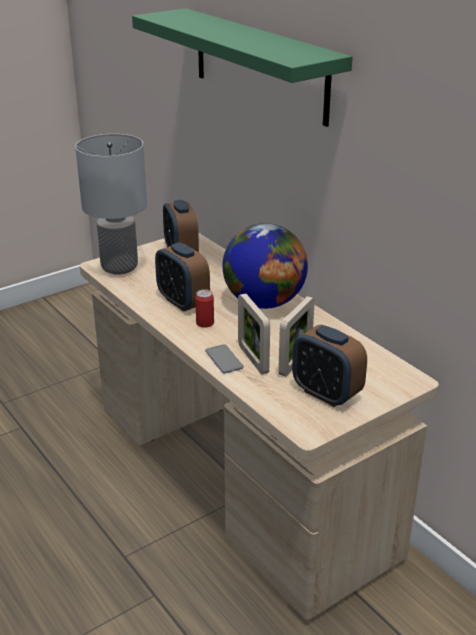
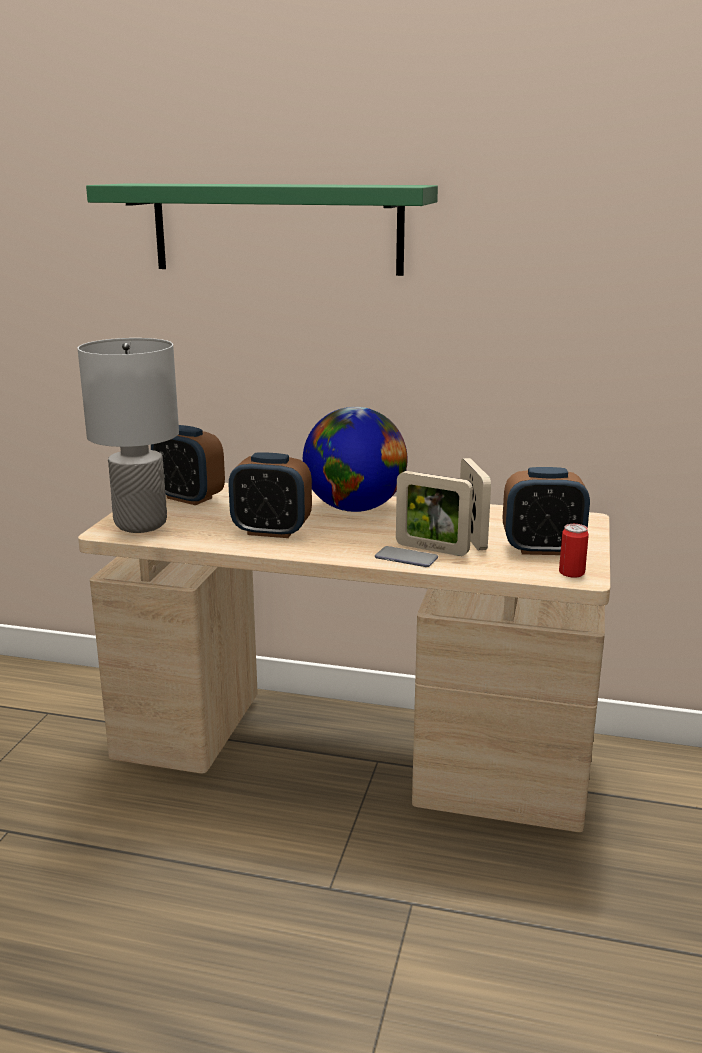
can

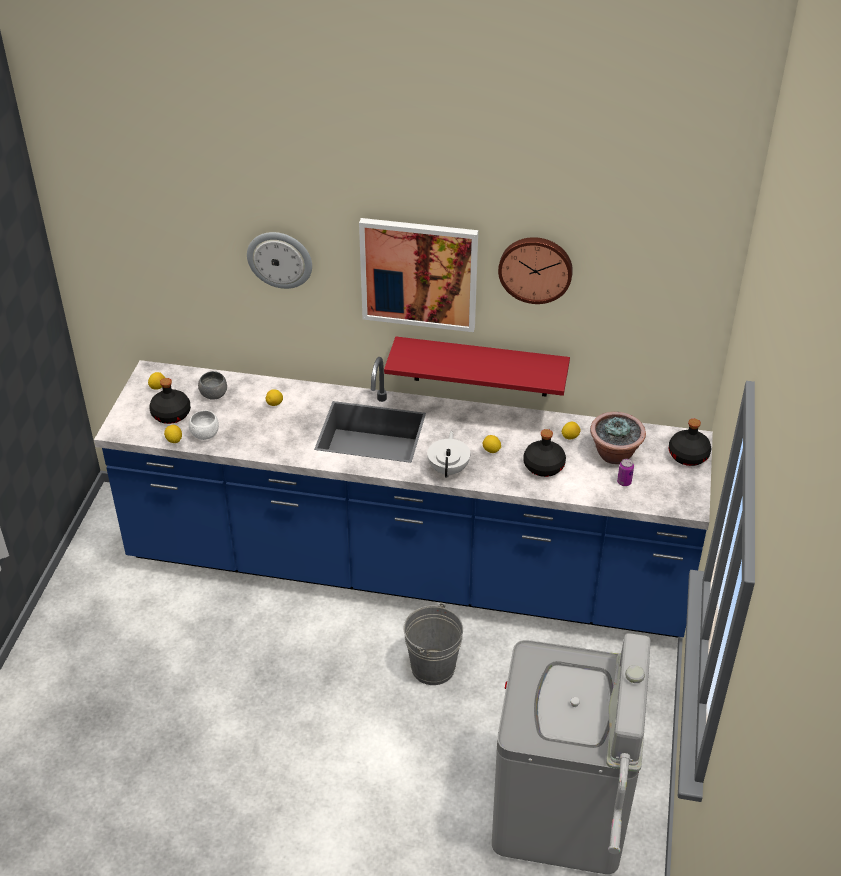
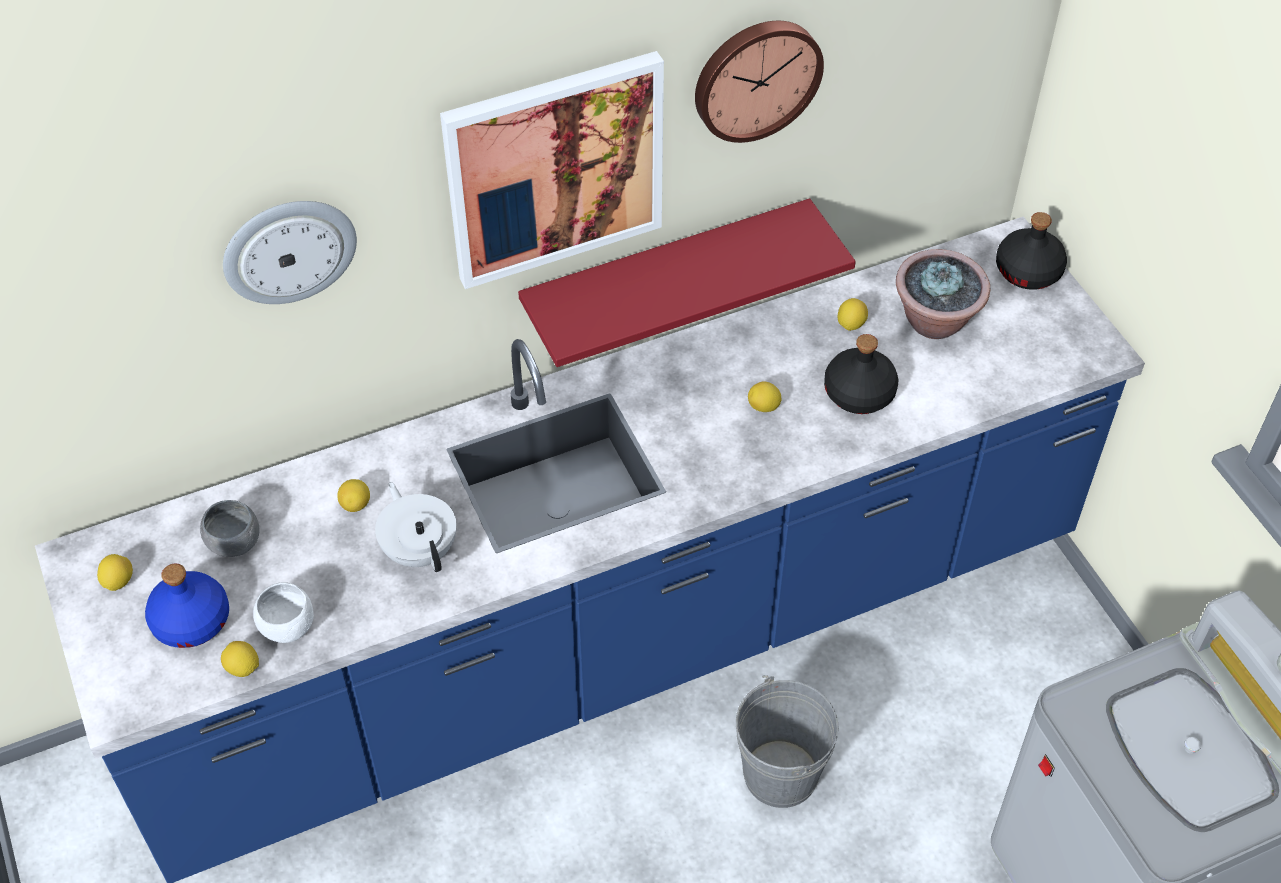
bottle in blue
teapot in white
can

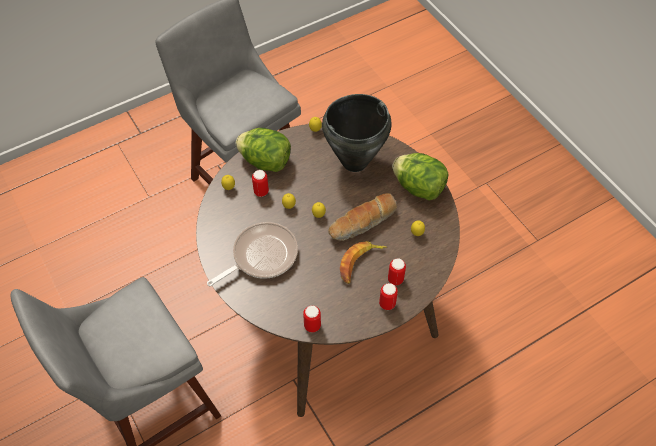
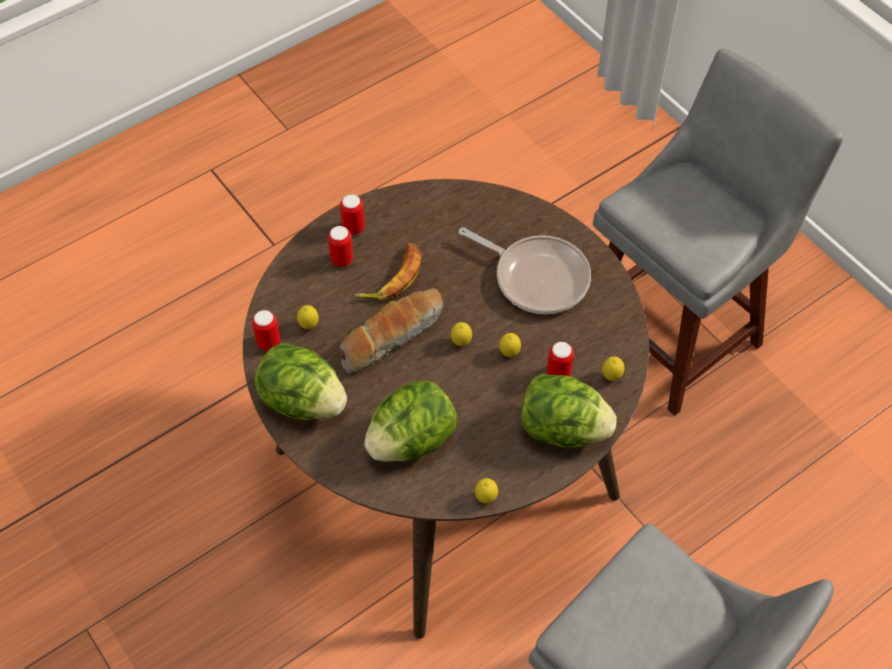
can (1st from left)
lettuce (2nd from left)
frying pan

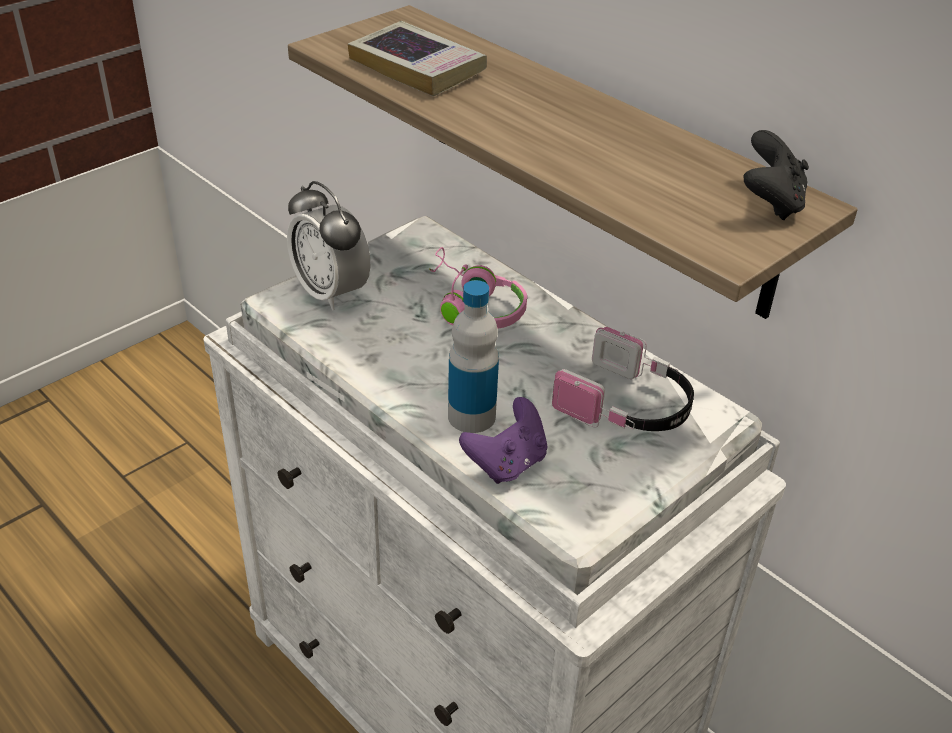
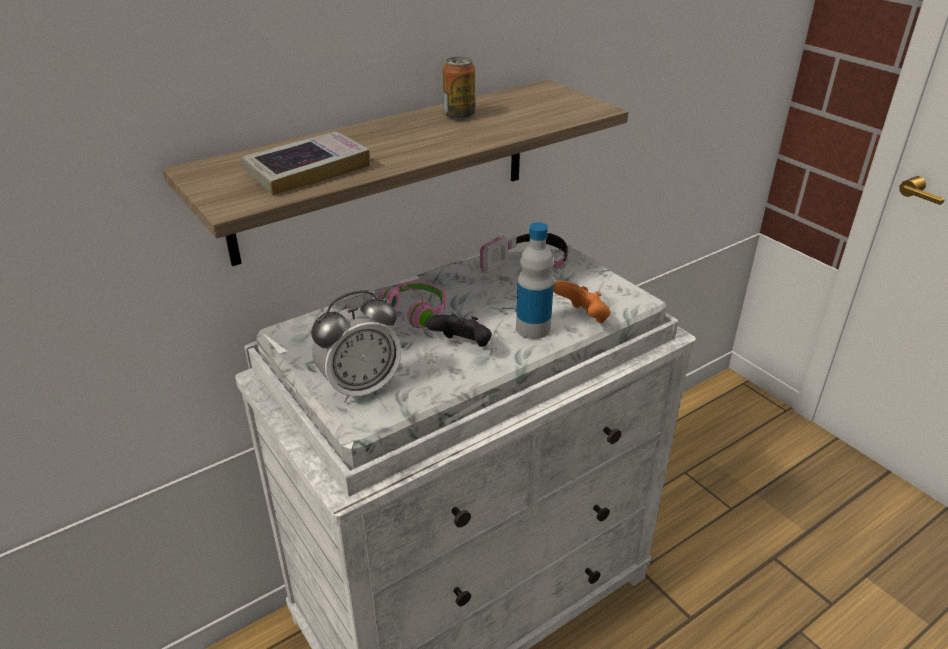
game controller in black
can
game controller in orange

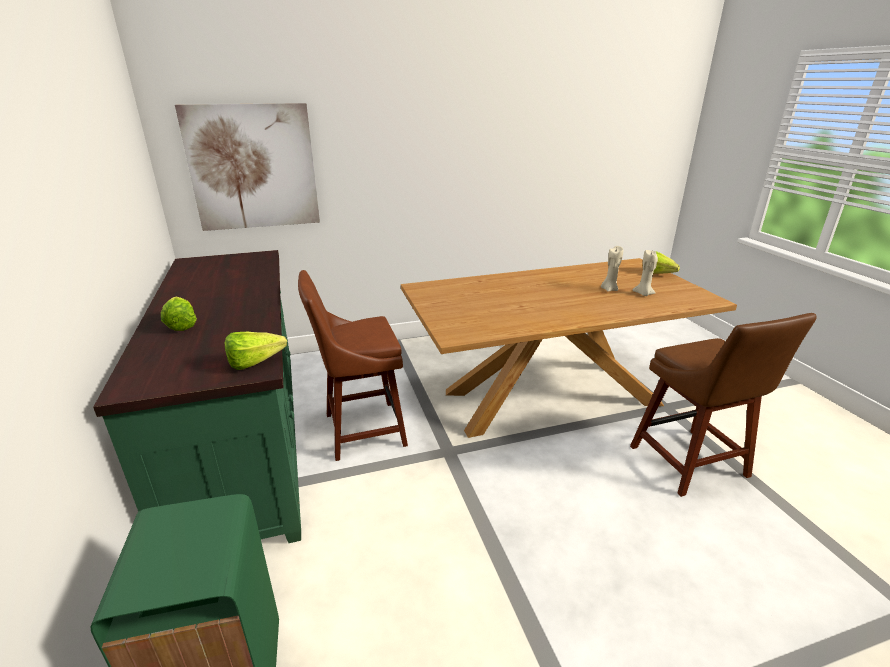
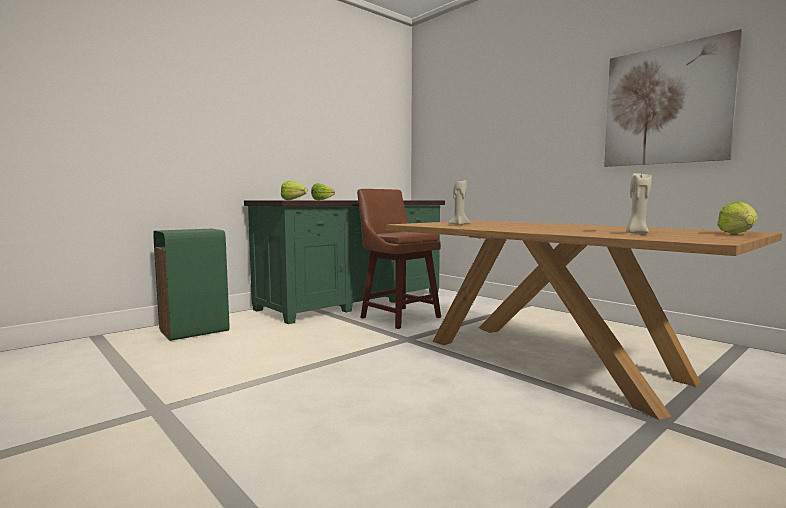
candle in beige (1st from left)
picture
chair in brown (2nd from left in the first image)

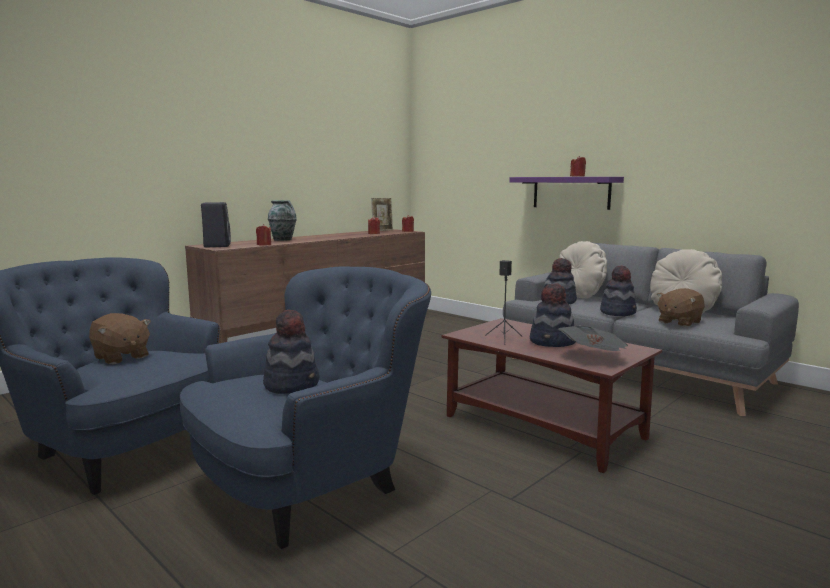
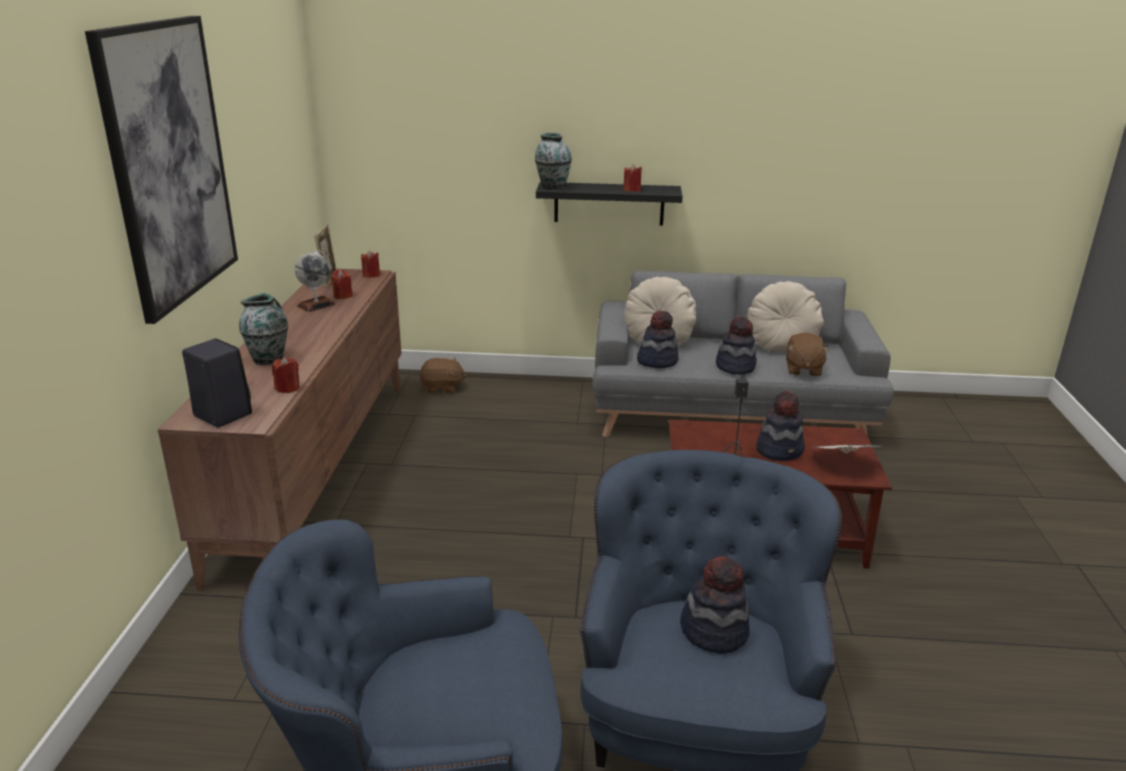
picture
globe
plush toy in brown (1st from left)
vase (2nd from left)
shelf in black

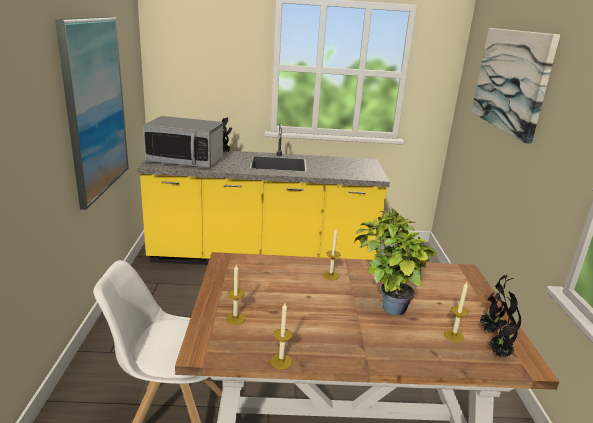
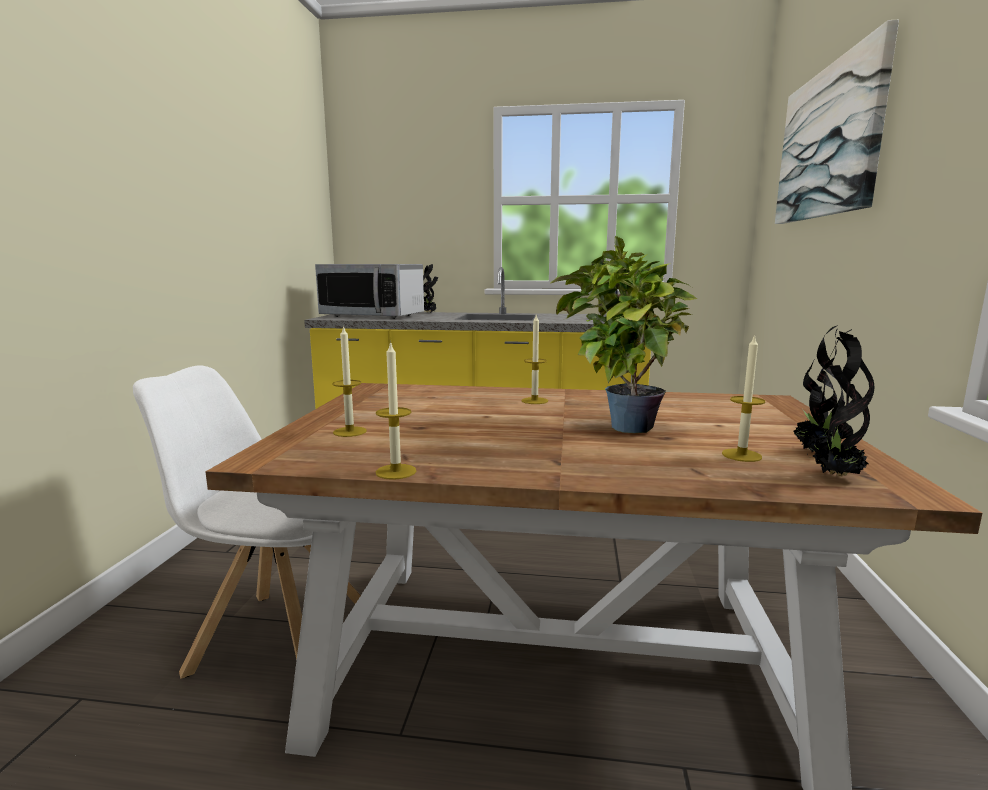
picture (1st from left in the first image)

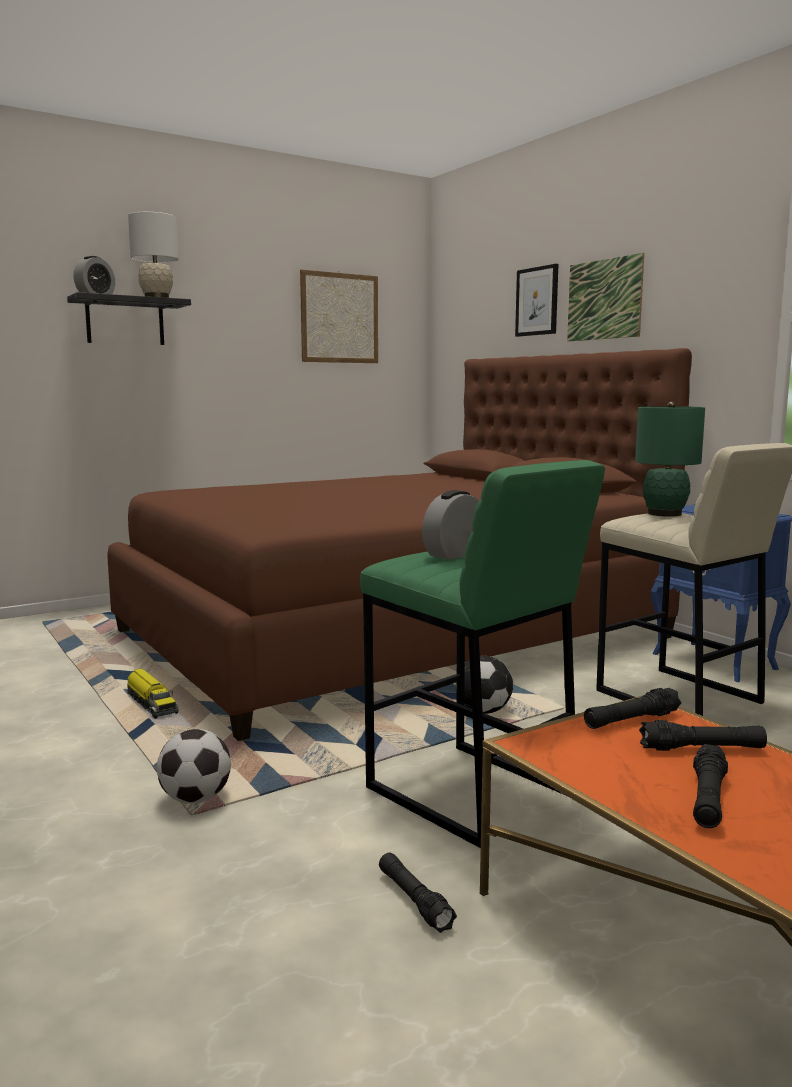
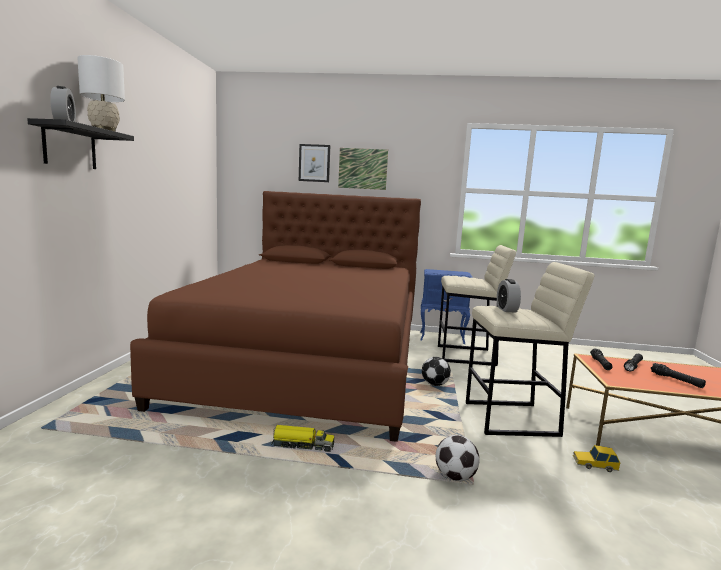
stool in beige (2nd from left)
toy car
picture (1st from left in the first image)
table lamp in green

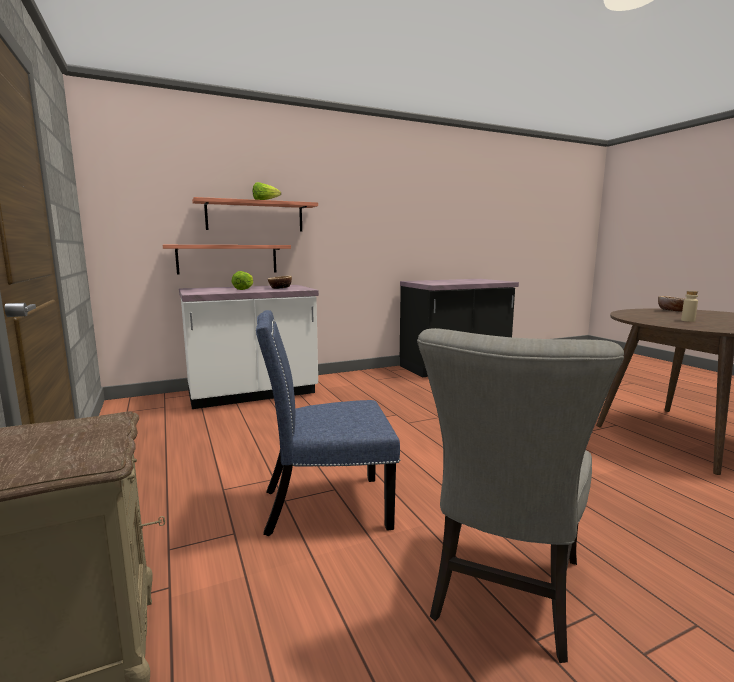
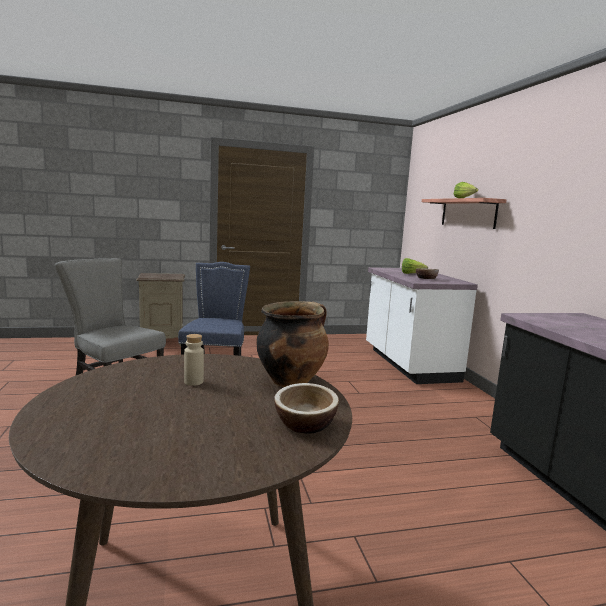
cooking pot
shelf (1st from left in the first image)

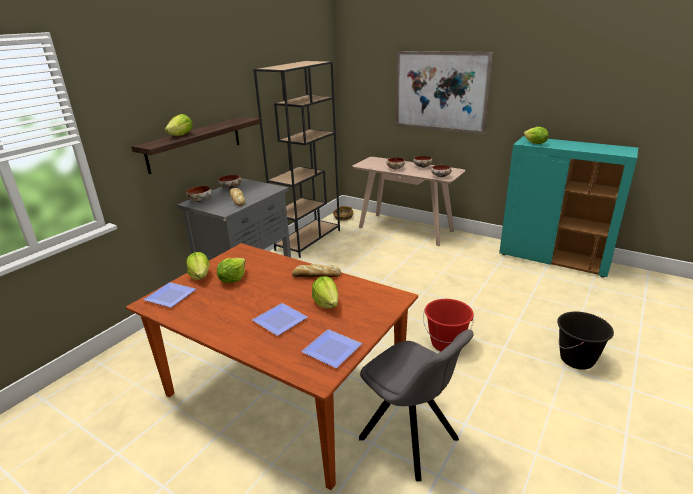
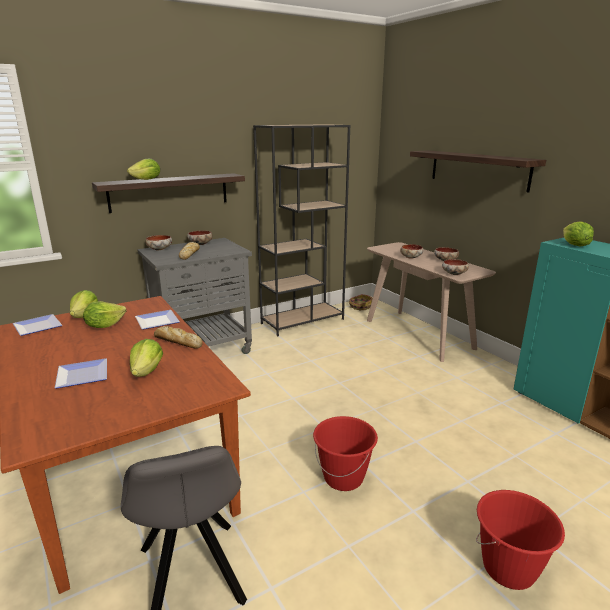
plate (3rd from left)
shelf (2nd from left)
bucket in red (2nd from left)

